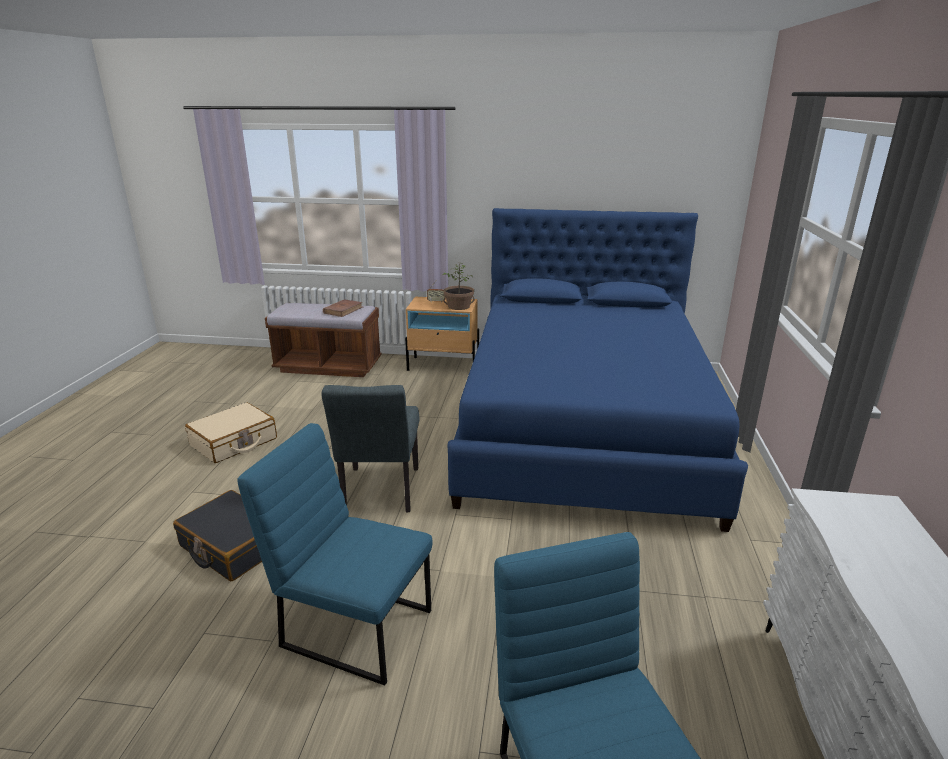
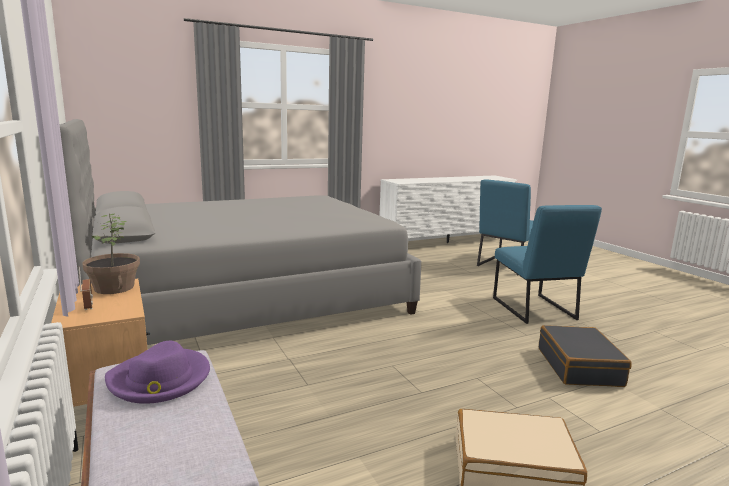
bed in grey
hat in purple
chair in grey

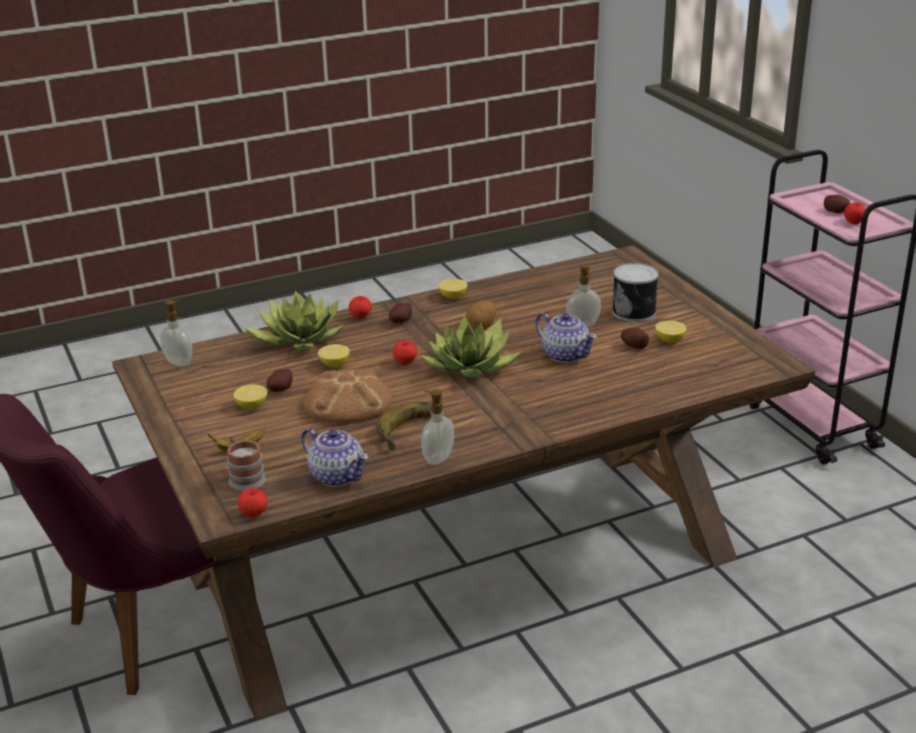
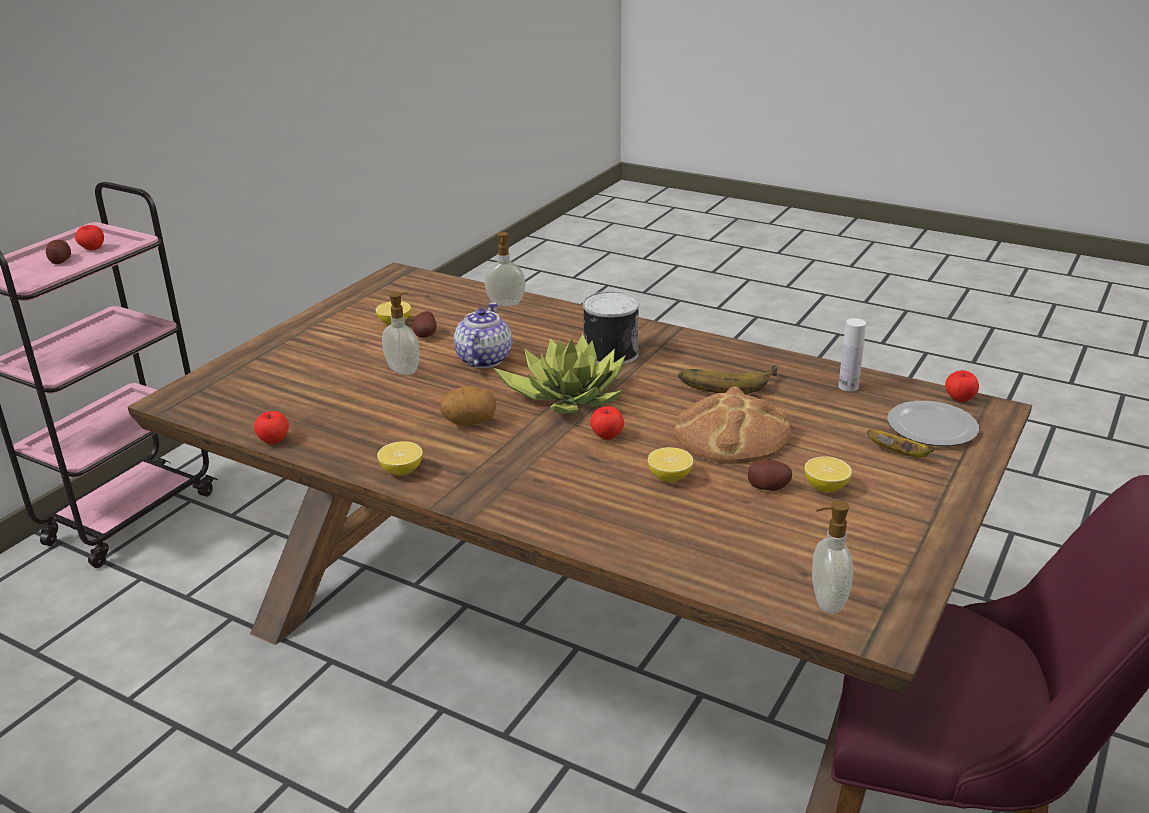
apple (2nd from left)
soap dispenser (2nd from left)
can
bottle in white
plate
potted plant (1st from left in the first image)
potato (2nd from left in the first image)

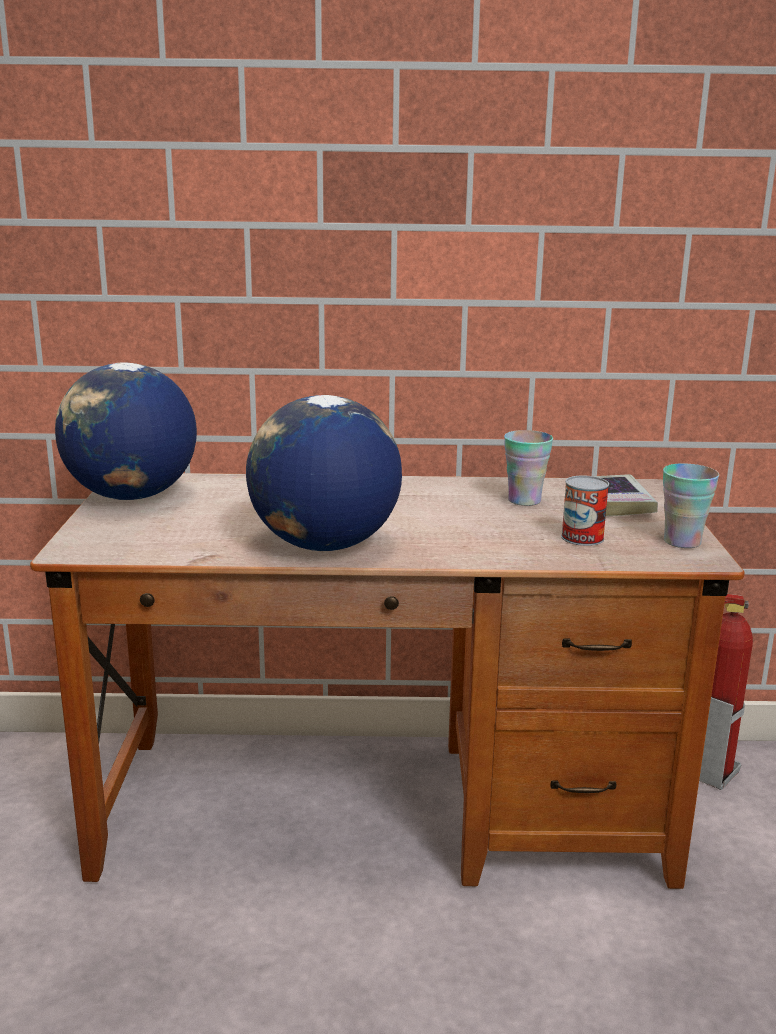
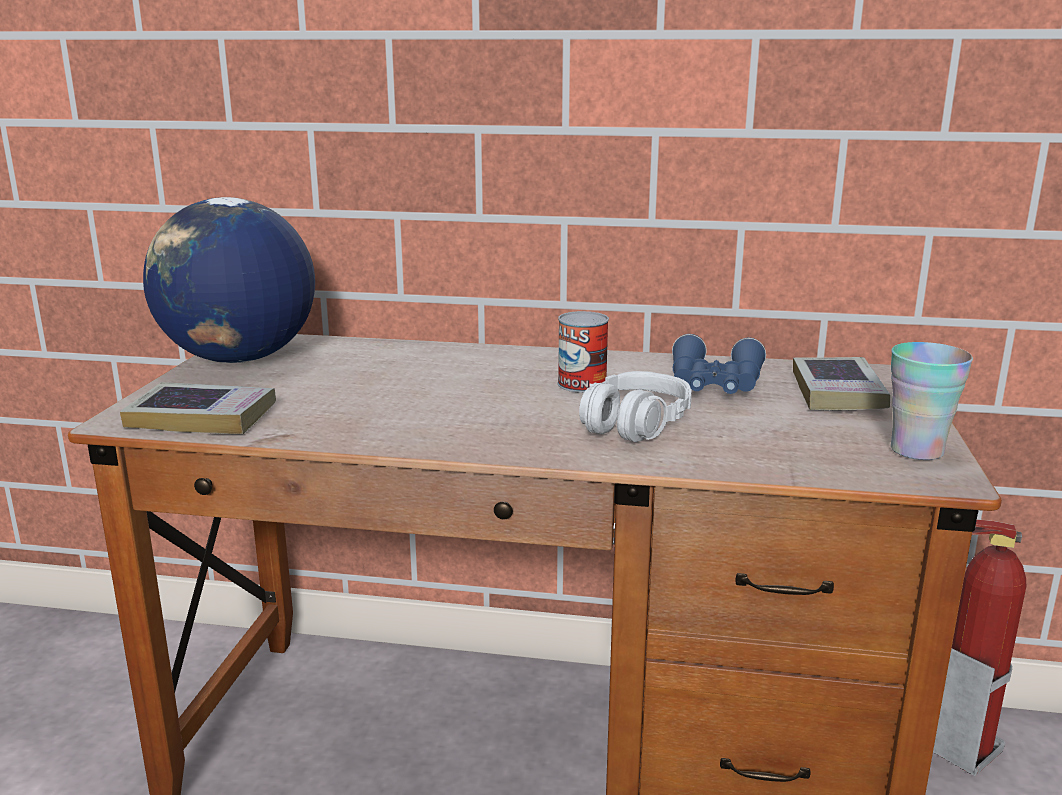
book (1st from left)
can
headphones in grey
binoculars in blue
globe (2nd from left in the first image)

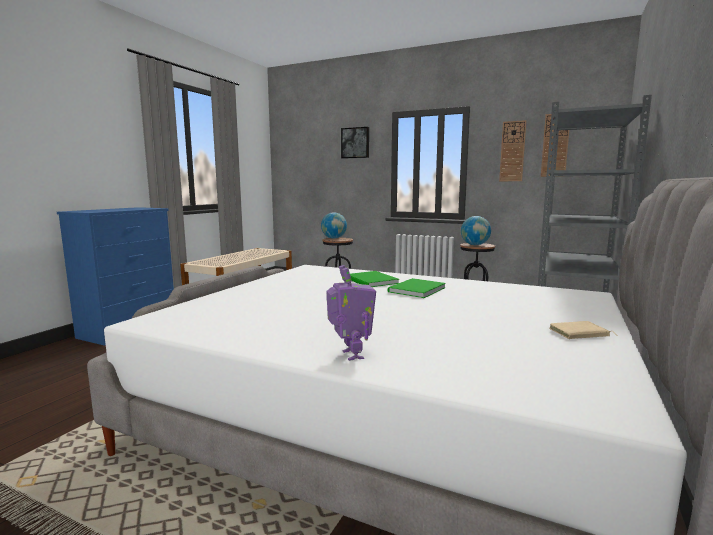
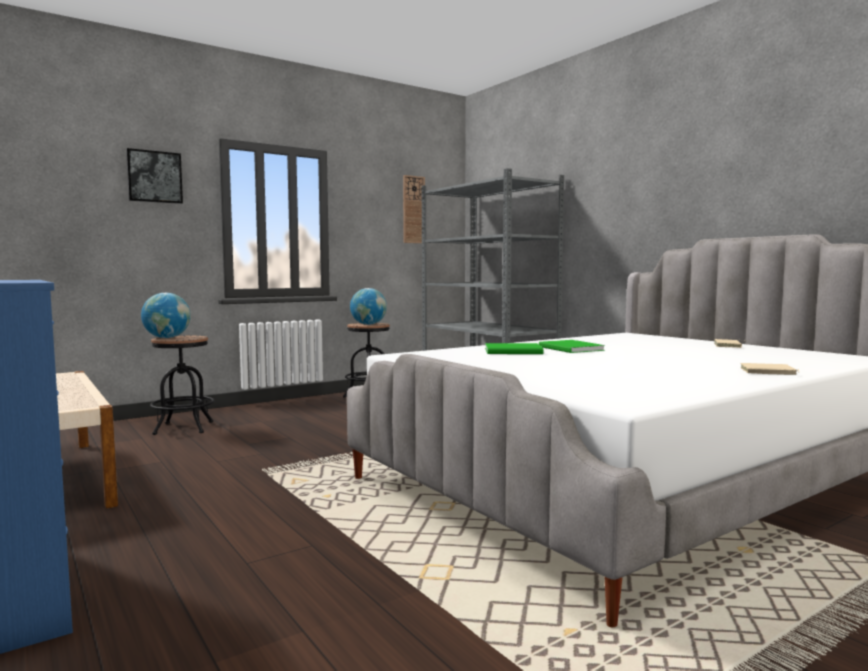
book in beige (2nd from left)
wall clock (1st from left in the first image)

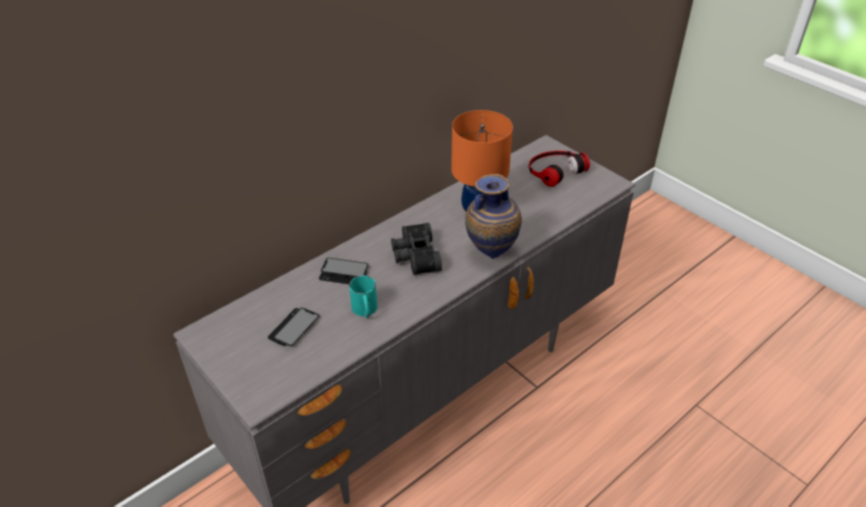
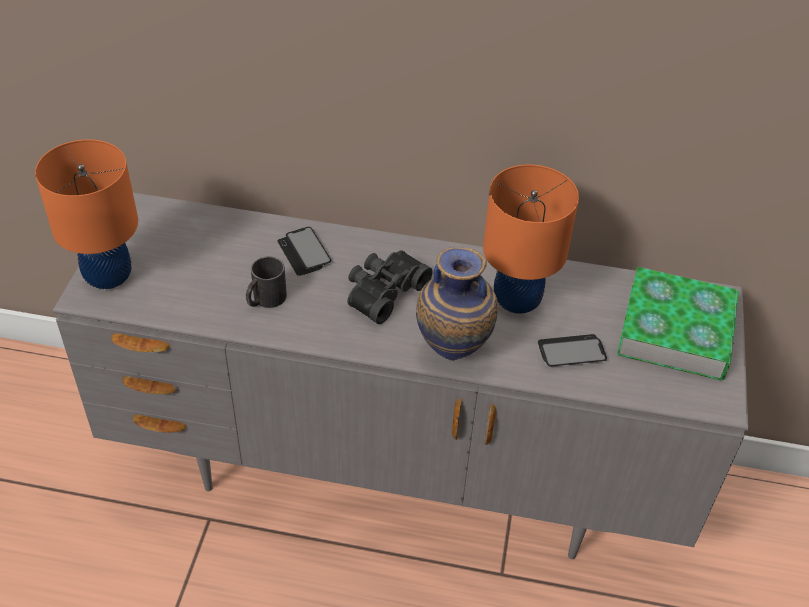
table lamp in orange (1st from left)
mug in black
phone (2nd from left)
book

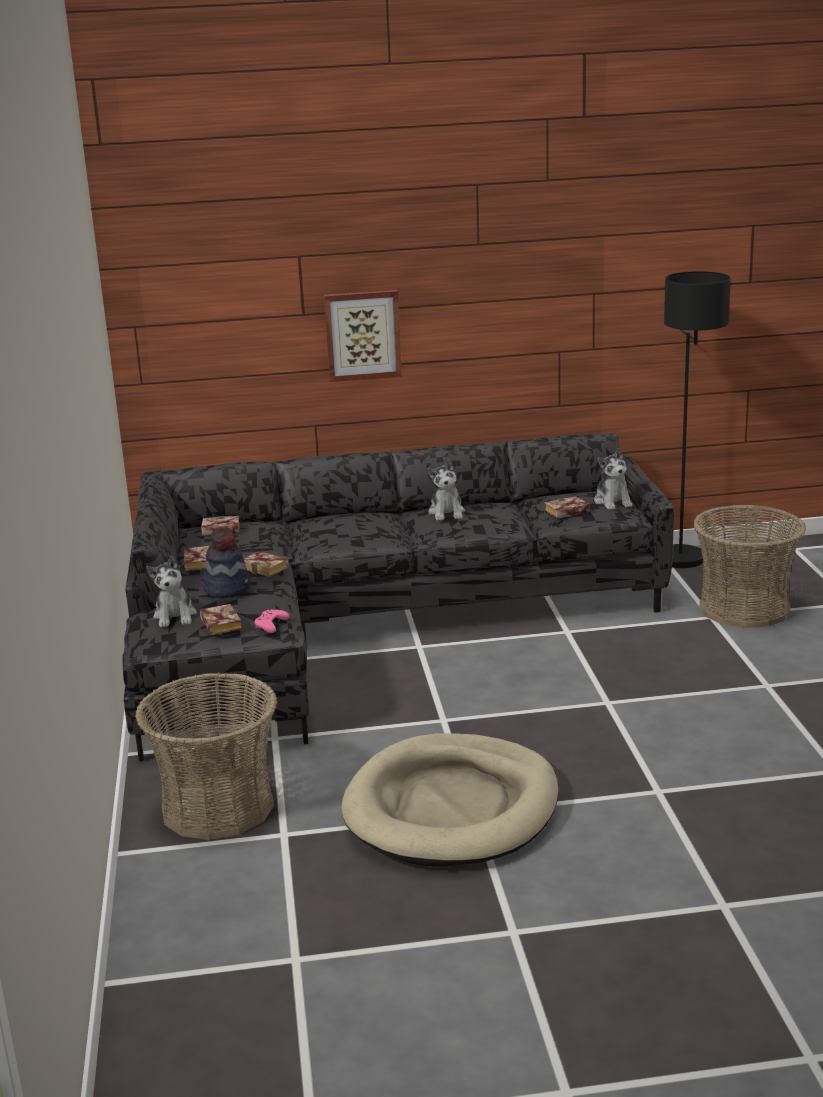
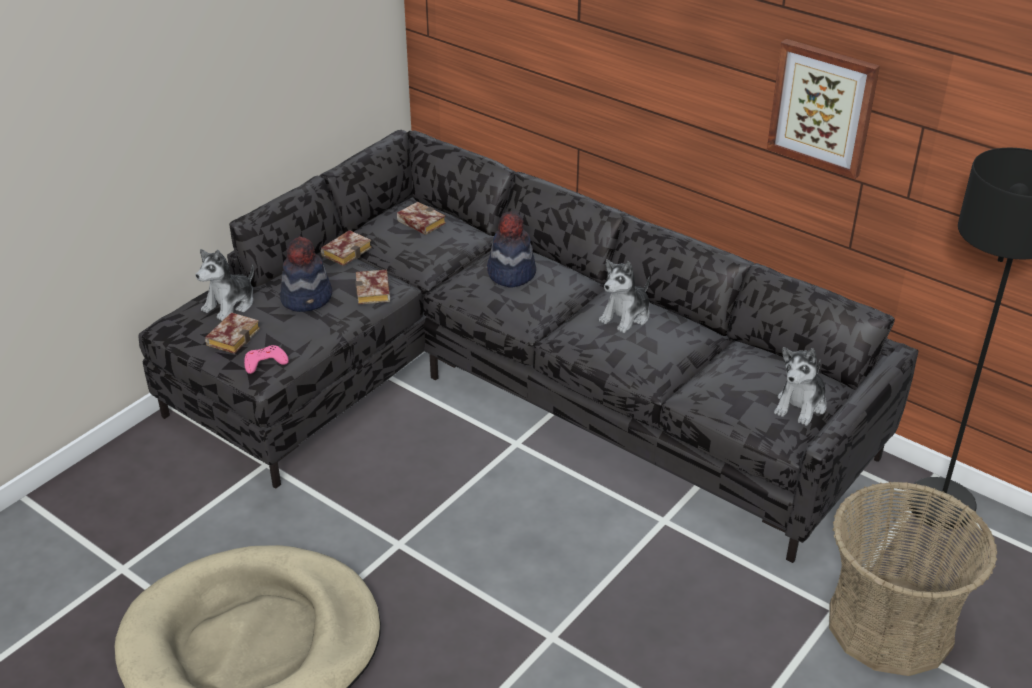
hat (2nd from left)
picture
basket (1st from left in the first image)
book (5th from left in the first image)

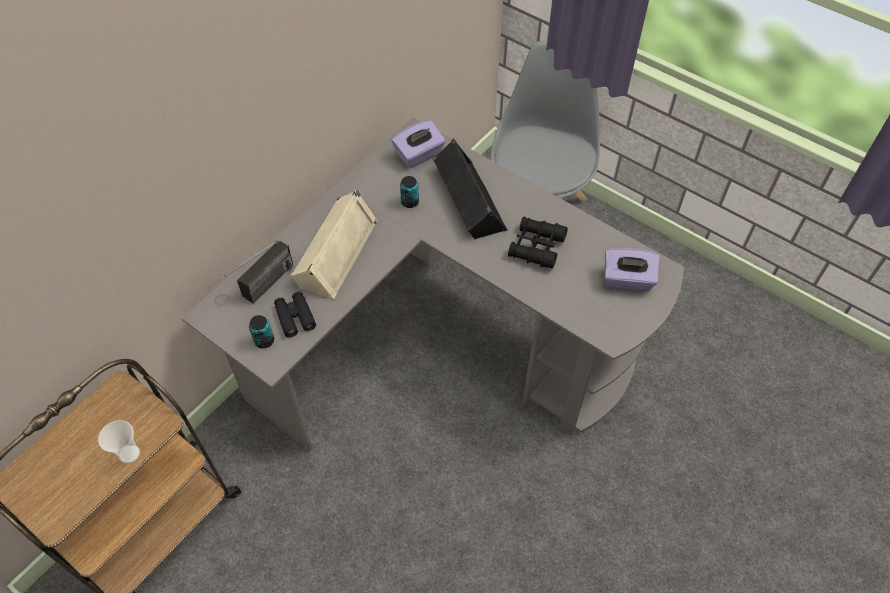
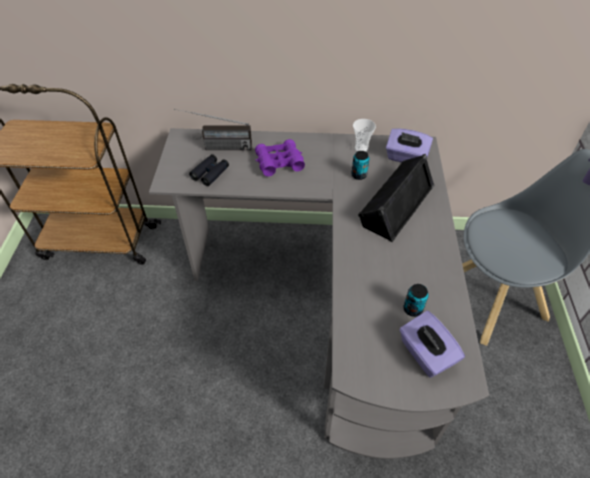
binoculars in purple
cup
can (2nd from left)
binoculars in black (2nd from left in the first image)

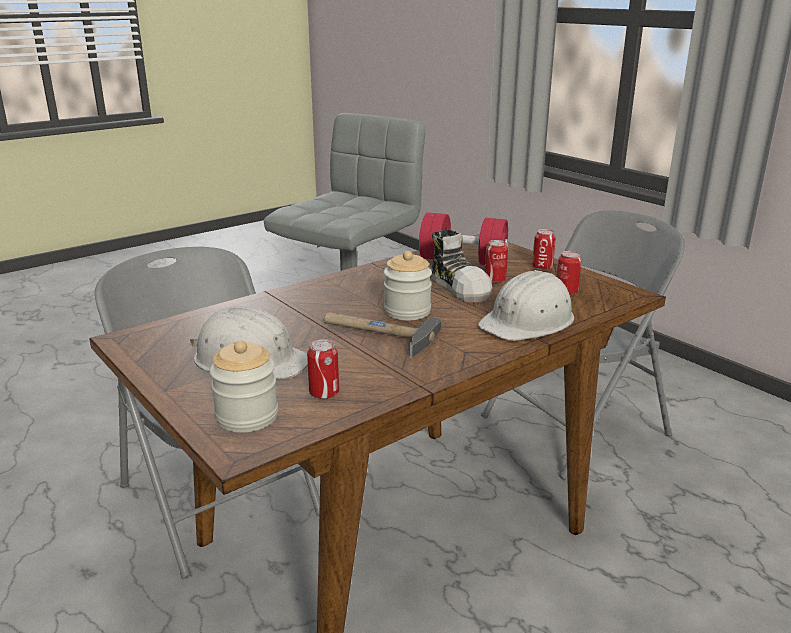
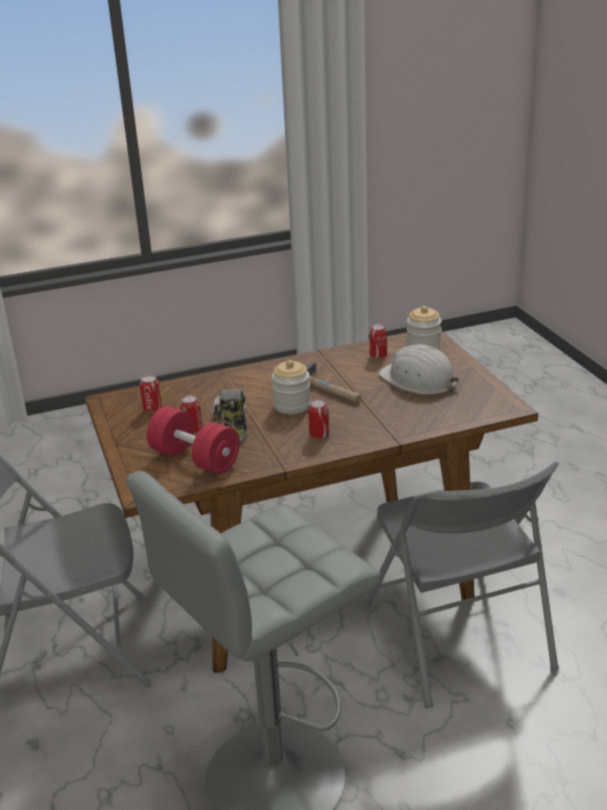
can (3rd from left)
hard hat in white (2nd from left in the first image)

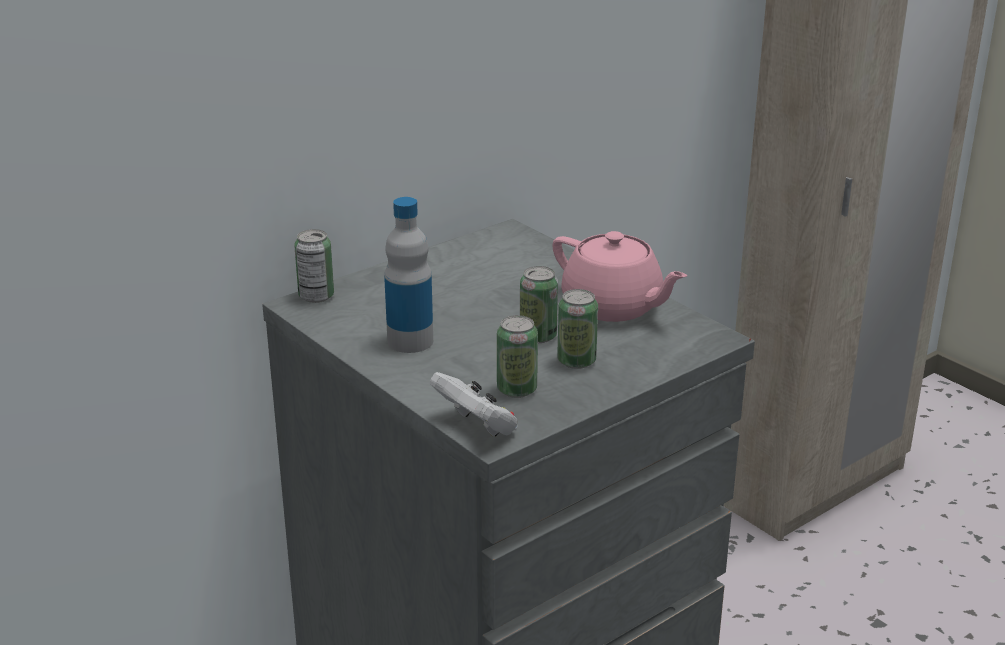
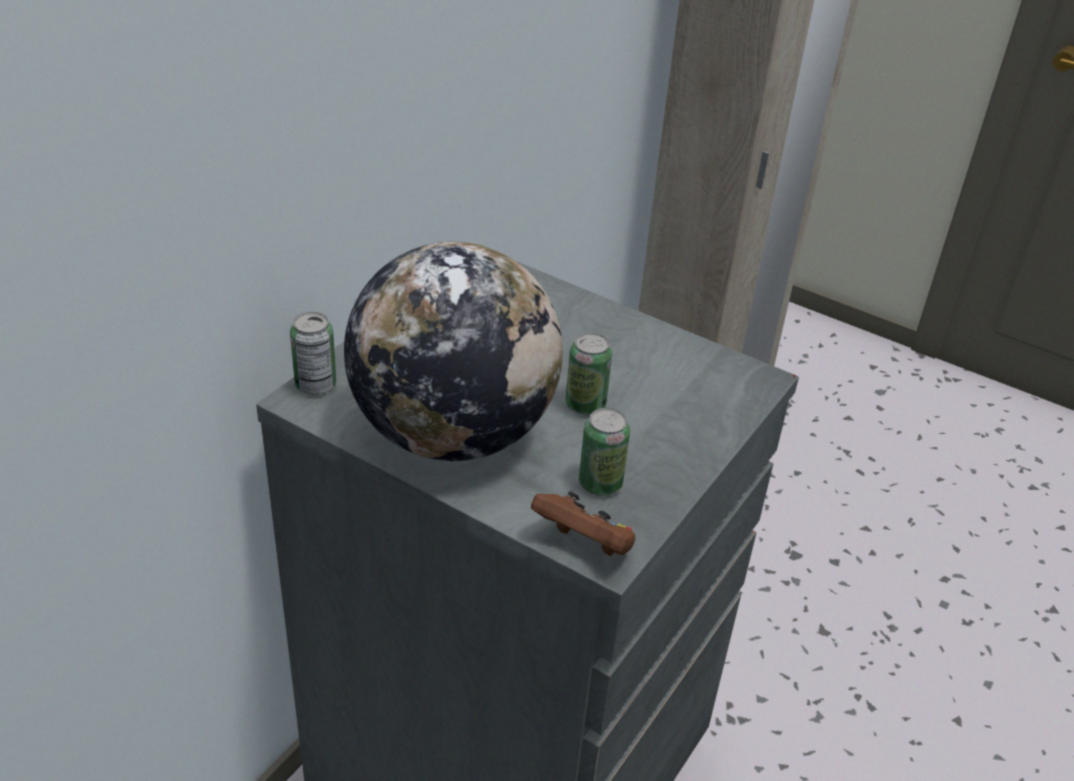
globe
game controller in brown
teapot in pink
can (4th from left in the first image)

